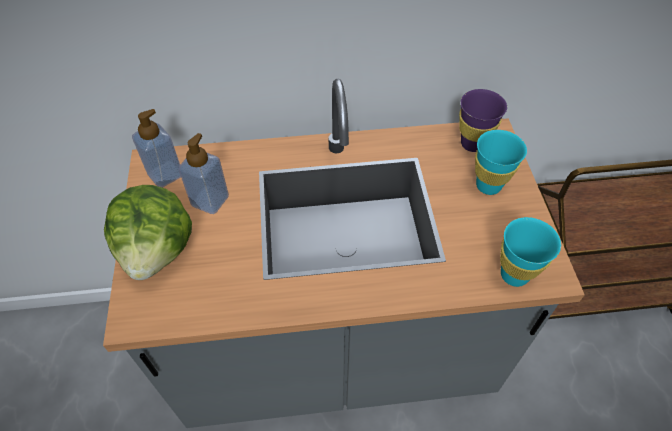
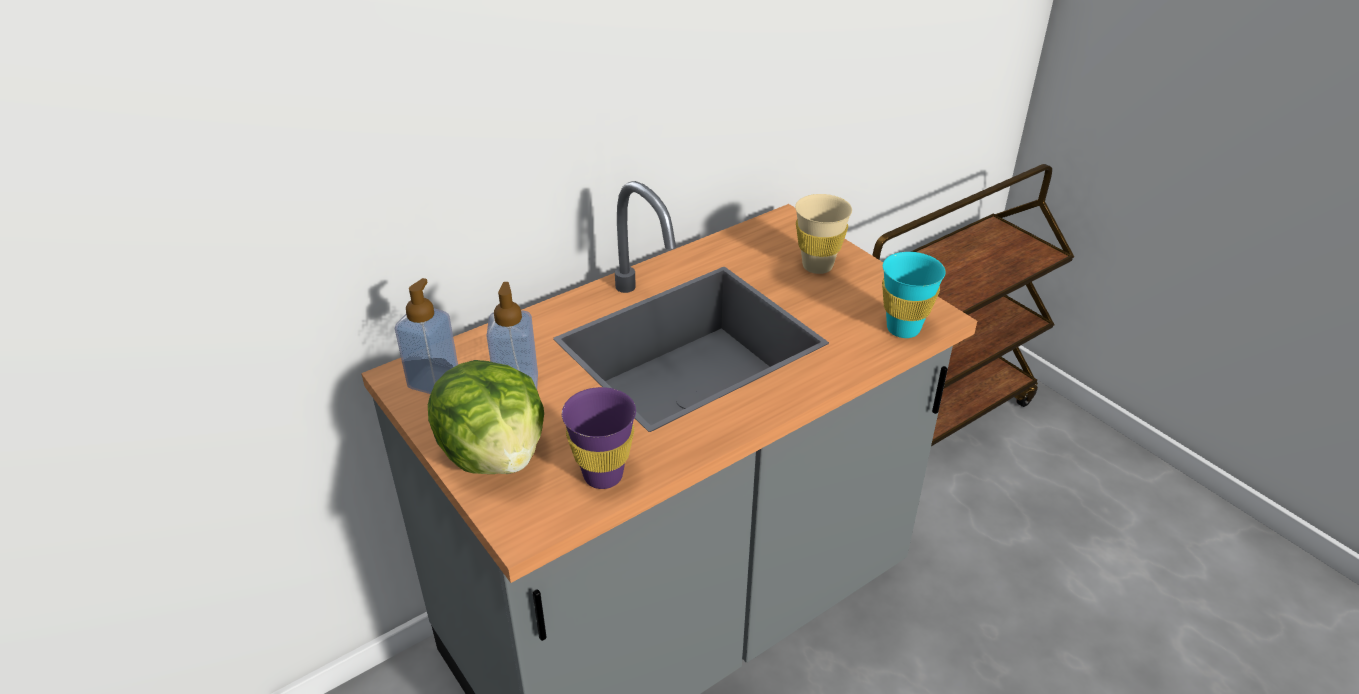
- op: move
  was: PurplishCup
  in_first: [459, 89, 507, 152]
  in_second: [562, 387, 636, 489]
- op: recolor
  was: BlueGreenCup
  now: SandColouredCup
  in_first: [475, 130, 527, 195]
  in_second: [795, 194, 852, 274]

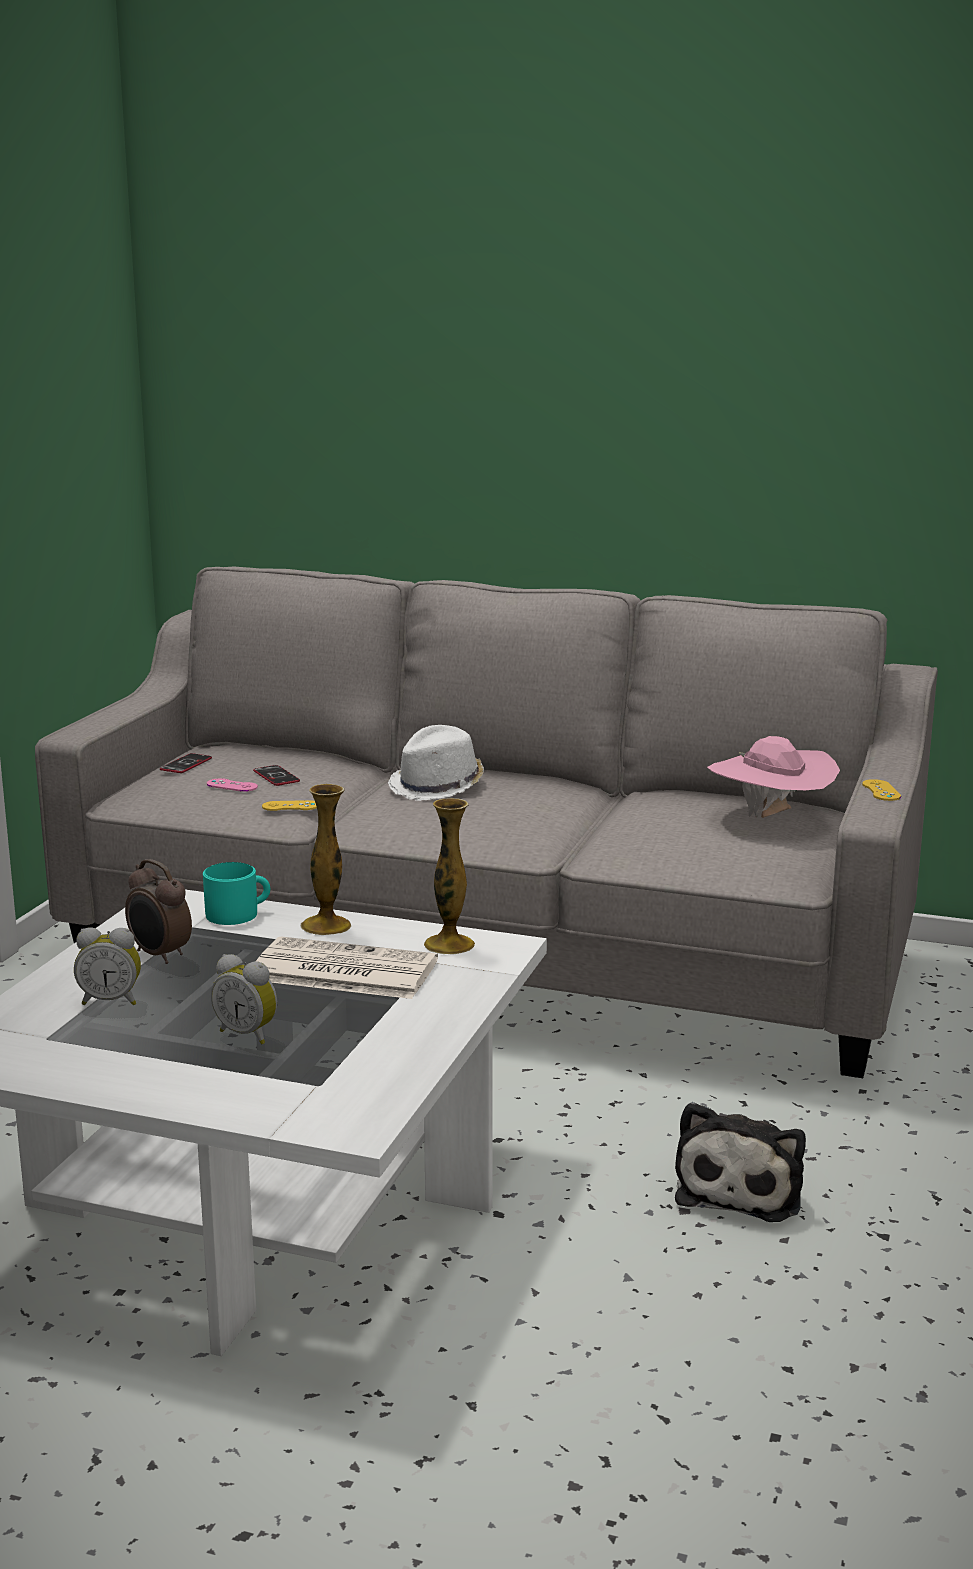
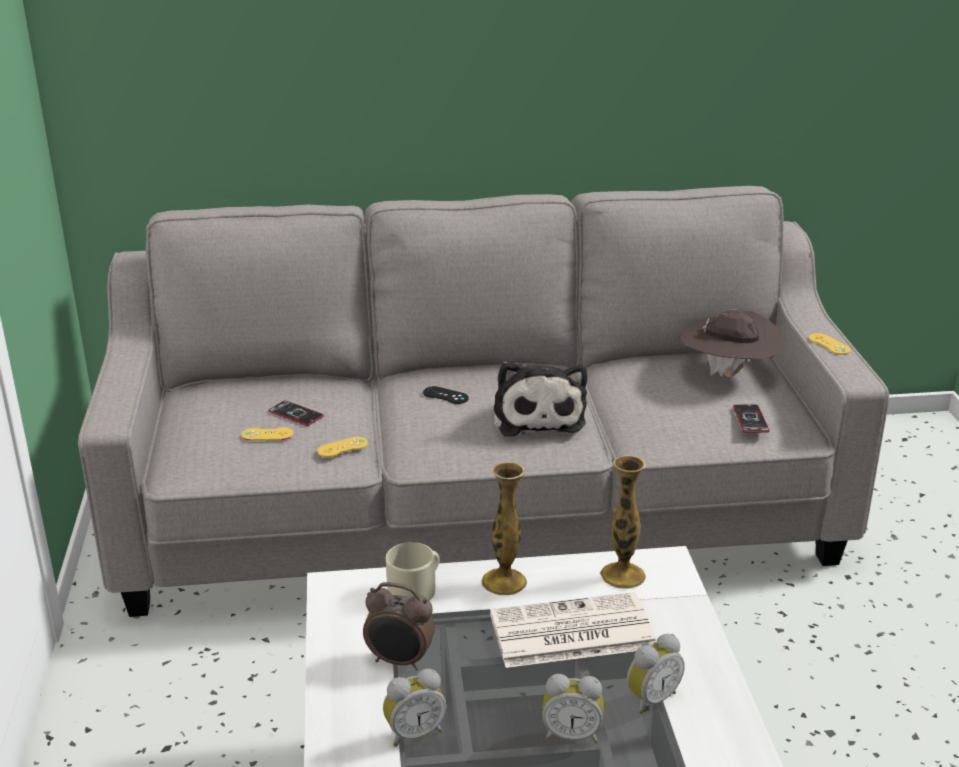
- op: insert
  now: TableClock
  in_second: [627, 634, 685, 714]
- op: move
  was: Handset
  in_first: [160, 753, 212, 773]
  in_second: [733, 404, 770, 433]
- op: move
  was: CuddlyToy
  in_first: [675, 1102, 806, 1222]
  in_second: [494, 362, 587, 437]
- op: replace
  was: WhitishClothingHat
  now: BlackColouredGamepad
  in_first: [388, 725, 484, 801]
  in_second: [423, 386, 469, 404]
- op: recolor
  was: BlueGreenCoffeeMug
  now: SandColouredCoffeeMug
  in_first: [203, 862, 270, 925]
  in_second: [386, 542, 440, 601]
- op: recolor
  was: PinkColouredGamepad
  now: YellowColouredGamepad
  in_first: [207, 778, 258, 792]
  in_second: [242, 427, 293, 441]
- op: recolor
  was: PinkColouredClothingHat
  now: BrownishClothingHat
  in_first: [707, 736, 840, 818]
  in_second: [681, 309, 783, 377]

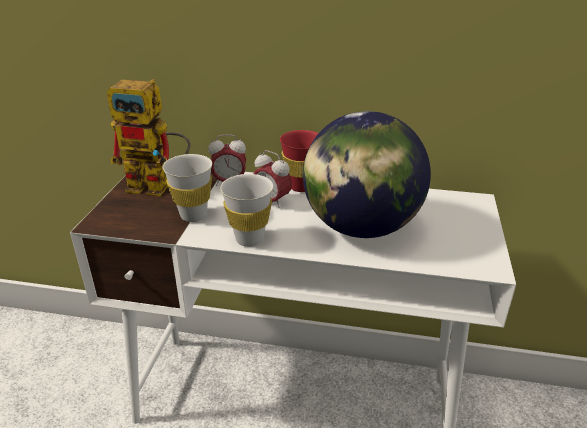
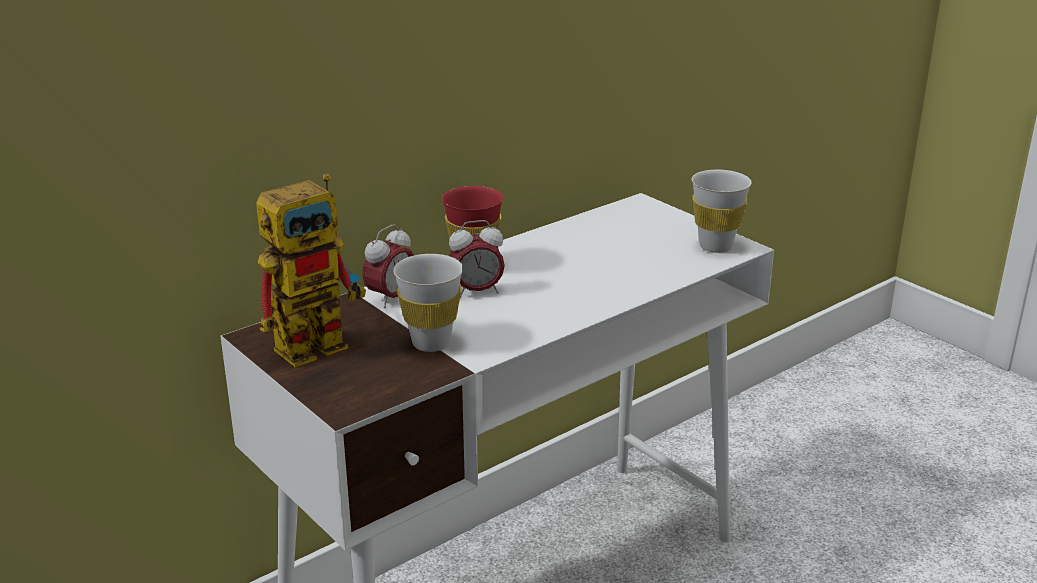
- op: delete
  was: Globe
  in_first: [303, 111, 431, 238]
- op: move
  was: WhitishCup
  in_first: [220, 174, 273, 247]
  in_second: [692, 170, 752, 253]

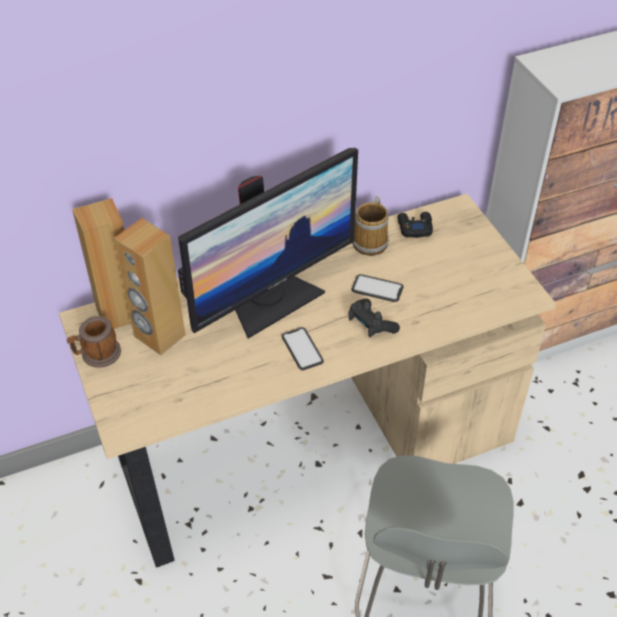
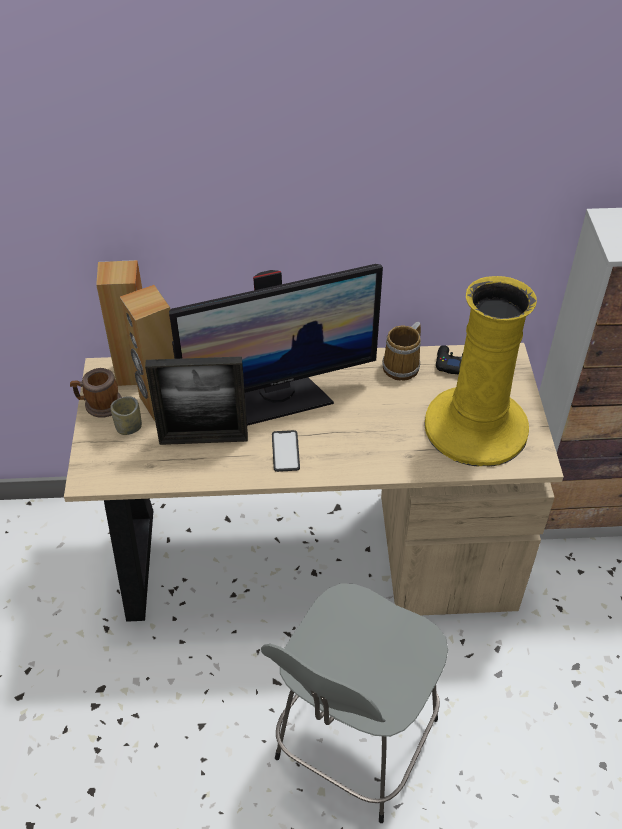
- op: delete
  was: BlackColouredGamepad
  in_first: [348, 298, 400, 338]
- op: delete
  was: Handset
  in_first: [351, 274, 403, 302]
- op: insert
  now: Cup
  in_second: [110, 396, 142, 435]
- op: insert
  now: StandingFrame
  in_second: [145, 356, 248, 445]
- op: insert
  now: YellowColouredVase
  in_second: [424, 276, 537, 466]

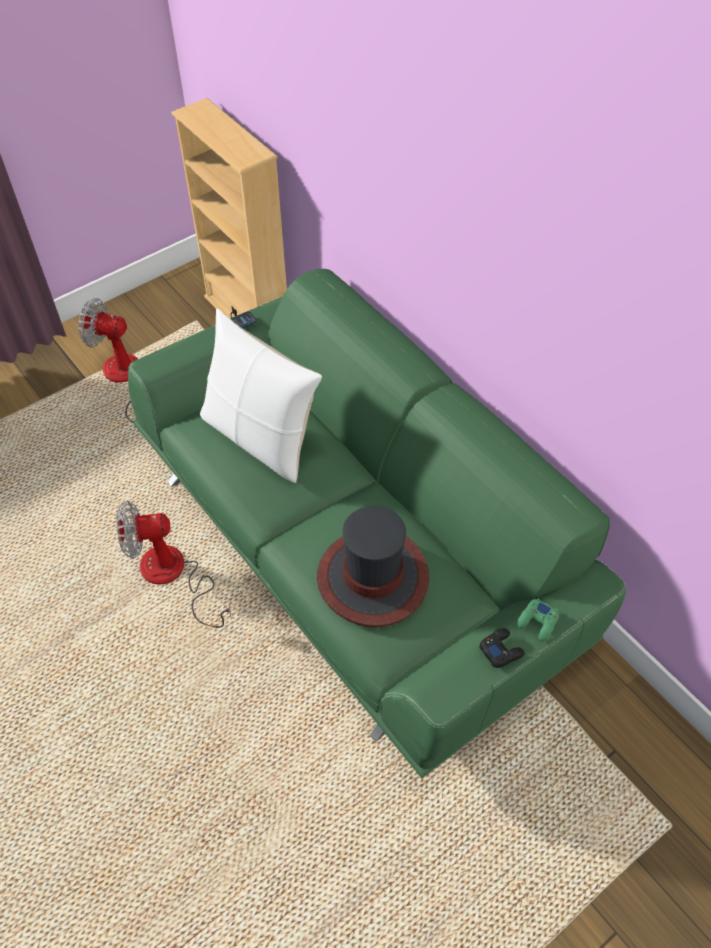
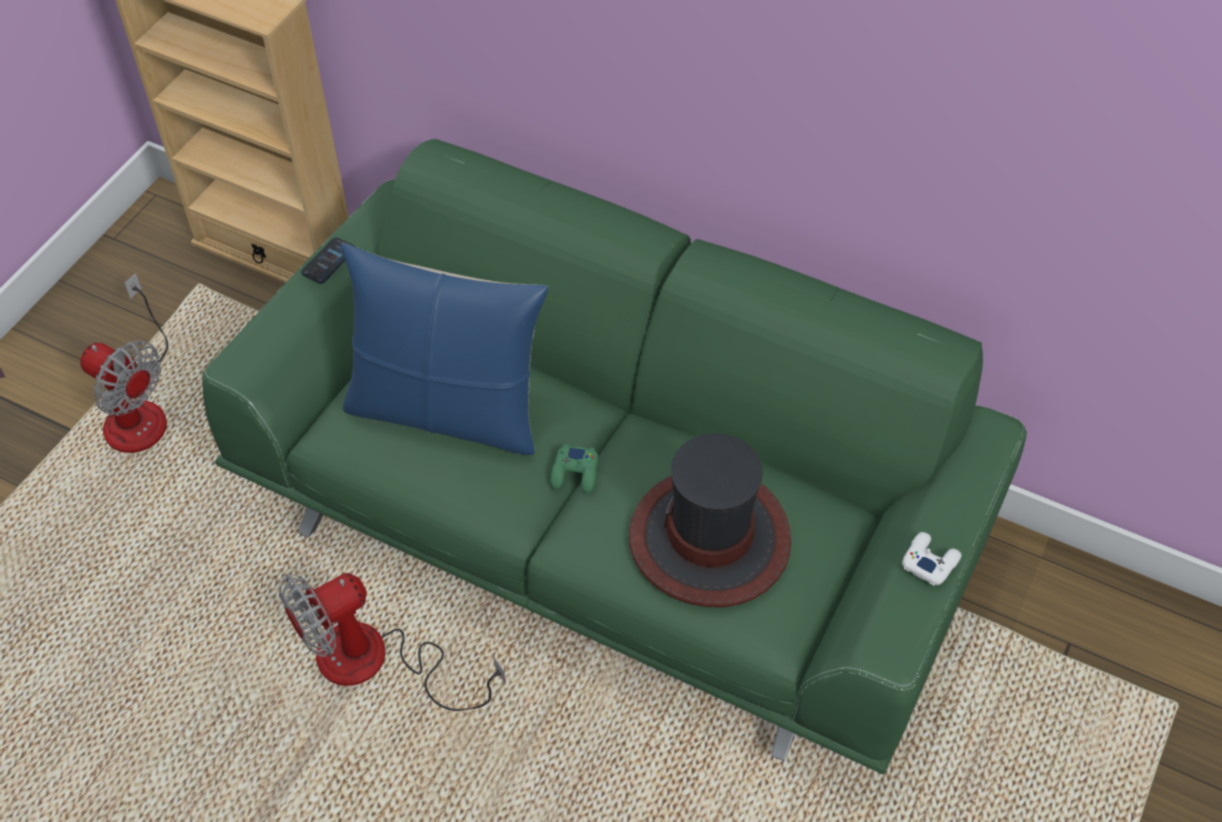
- op: move
  was: GreenGamepad
  in_first: [517, 598, 559, 641]
  in_second: [550, 445, 598, 493]
- op: recolor
  was: WhitishCushion
  now: BluishCushion
  in_first: [200, 308, 322, 483]
  in_second: [340, 243, 548, 455]
- op: recolor
  was: BlackColouredGamepad
  now: WhitishGamepad
  in_first: [479, 628, 525, 668]
  in_second: [902, 532, 962, 586]
- op: rotate
  was: Fan
  in_first: [78, 298, 138, 423]
  in_second: [80, 273, 168, 453]
  clockwise: -135

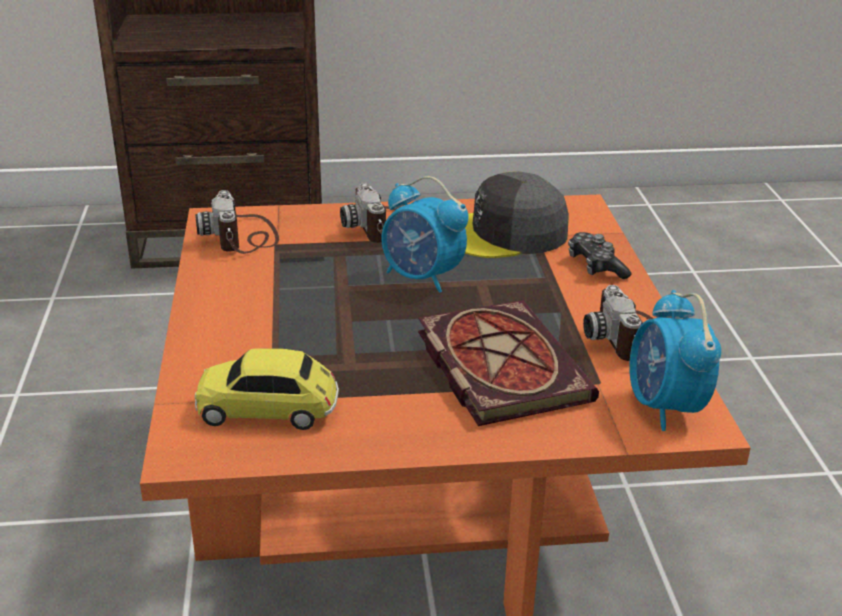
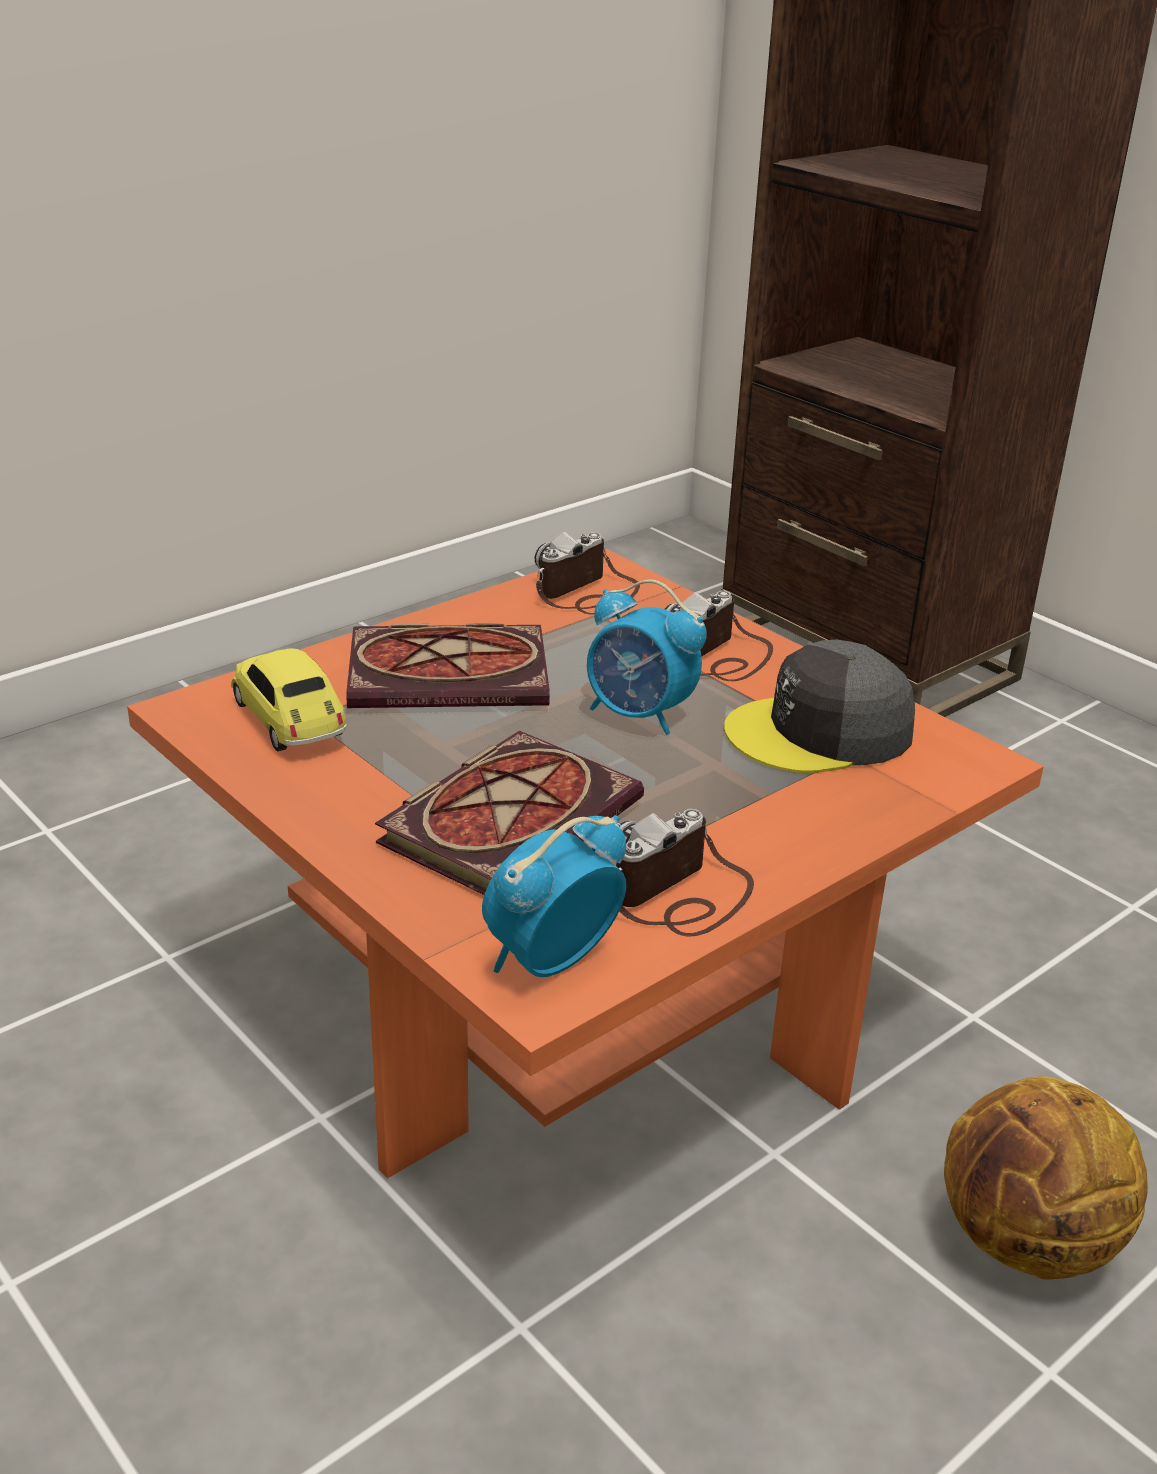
- op: delete
  was: Gamepad
  in_first: [568, 232, 631, 279]
- op: insert
  now: Volume
  in_second: [346, 623, 550, 708]
- op: insert
  now: BallForBasketball
  in_second: [944, 1076, 1148, 1280]
- op: rotate
  was: TableClock
  in_first: [382, 176, 469, 293]
  in_second: [587, 579, 707, 735]
  clockwise: -60
- op: rotate
  was: GreyCap
  in_first: [465, 171, 569, 258]
  in_second: [724, 640, 915, 773]
  clockwise: -60

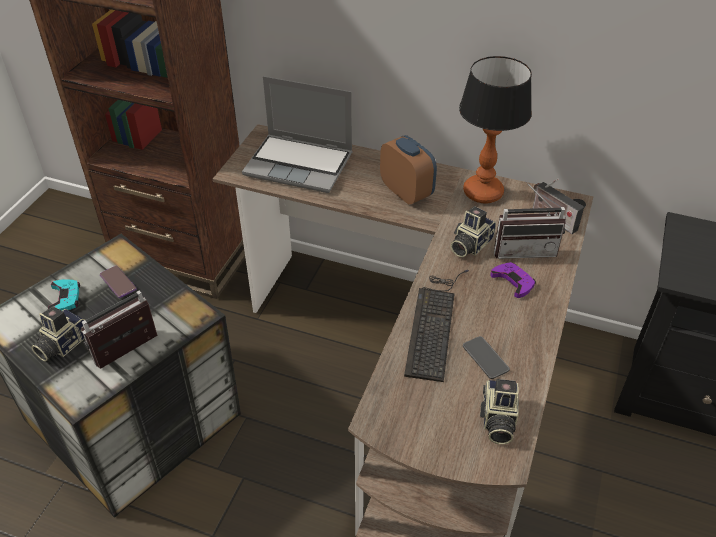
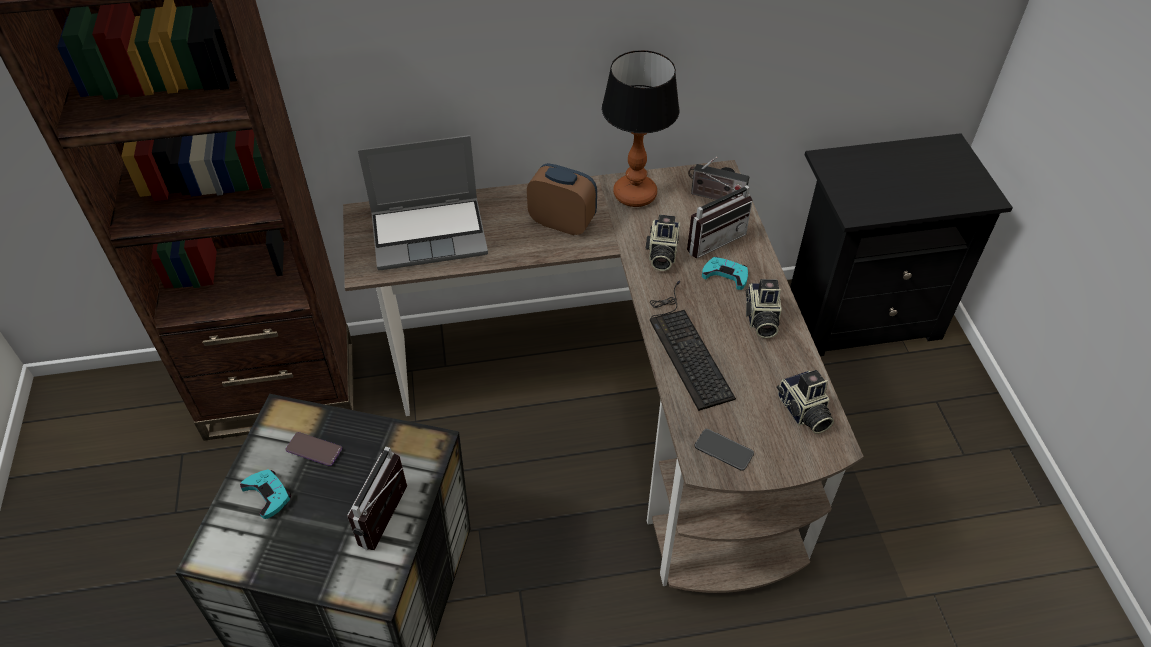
- op: move
  was: StillCamera
  in_first: [31, 306, 85, 361]
  in_second: [746, 279, 782, 338]
- op: move
  was: Handset
  in_first: [463, 336, 510, 379]
  in_second: [695, 429, 754, 471]
- op: recolor
  was: PurplishGamepad
  now: BlueGreenGamepad
  in_first: [490, 262, 536, 298]
  in_second: [702, 257, 748, 290]

